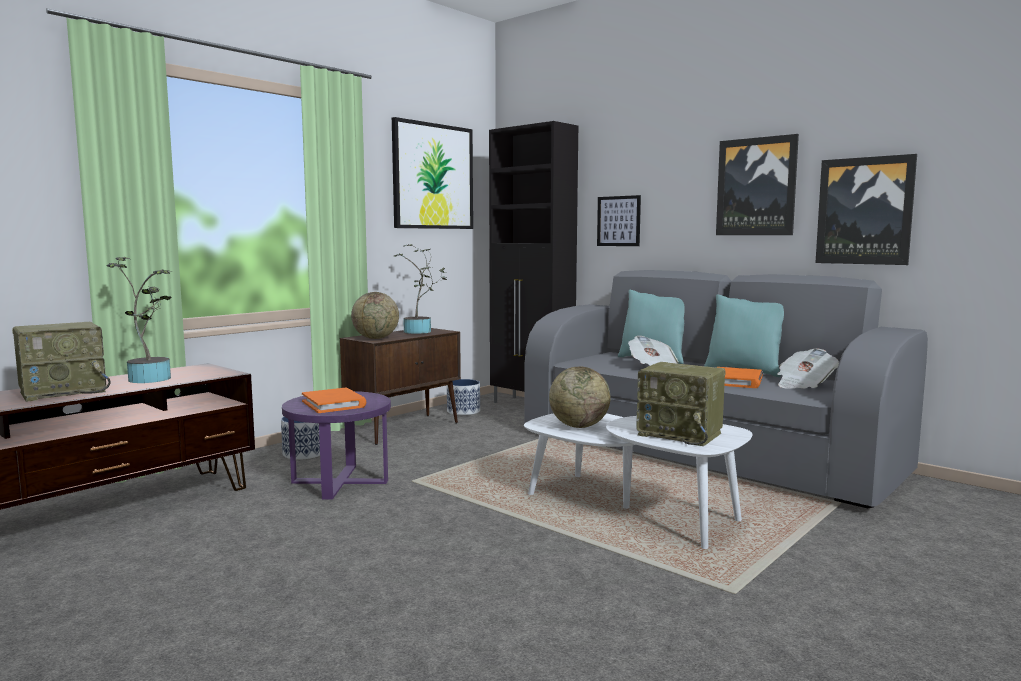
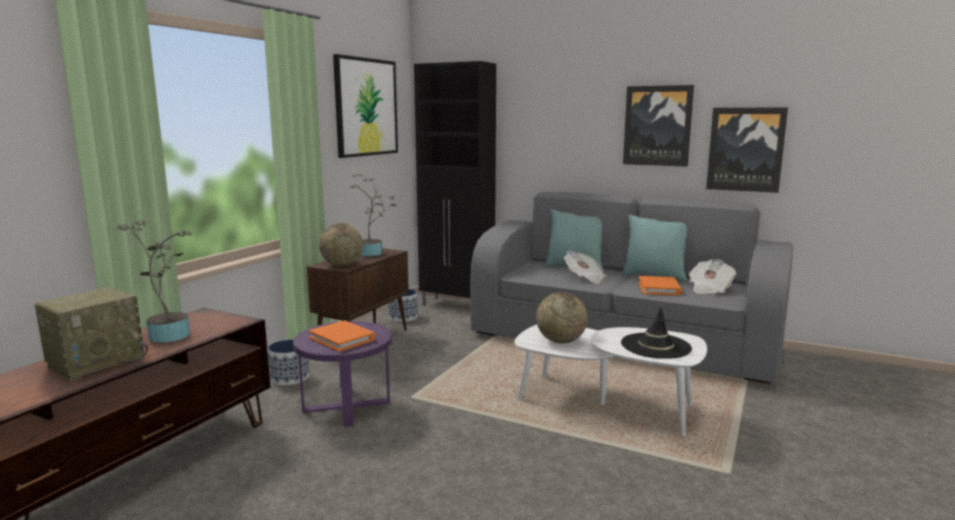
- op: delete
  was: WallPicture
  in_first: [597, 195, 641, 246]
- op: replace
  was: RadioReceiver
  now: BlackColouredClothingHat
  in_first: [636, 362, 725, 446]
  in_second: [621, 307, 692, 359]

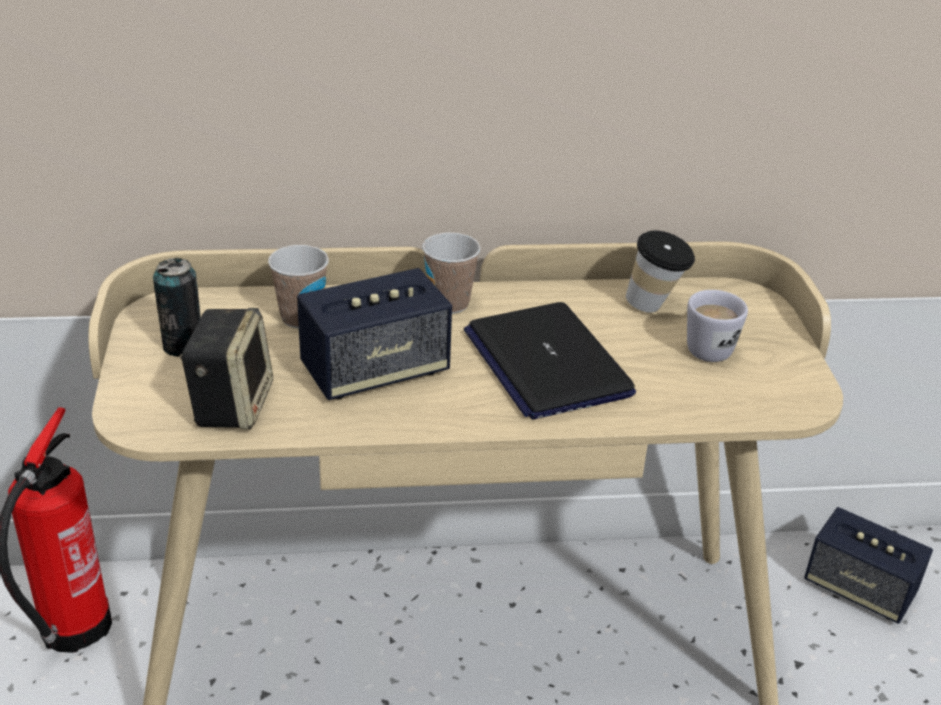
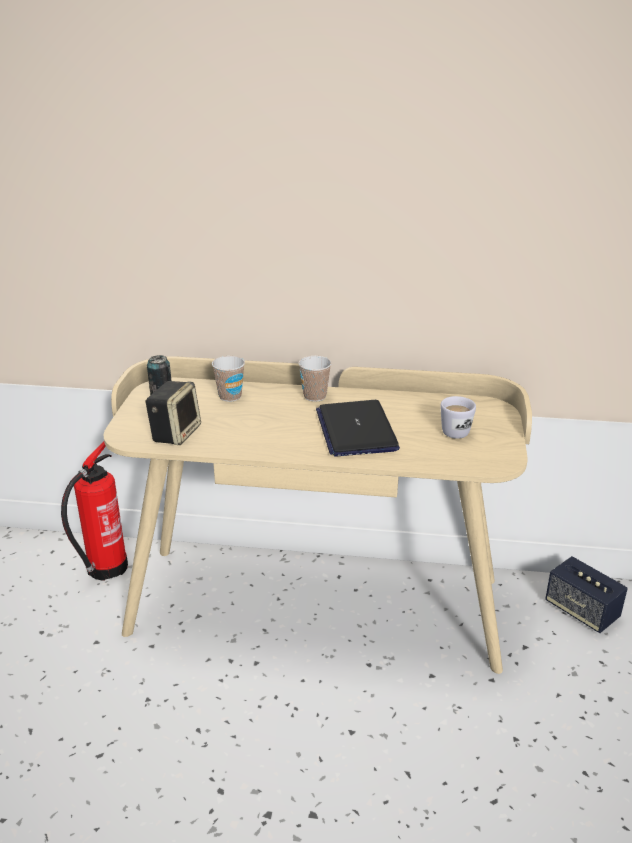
- op: delete
  was: Loudspeaker
  in_first: [297, 268, 452, 400]
- op: delete
  was: Cup
  in_first: [626, 230, 695, 312]

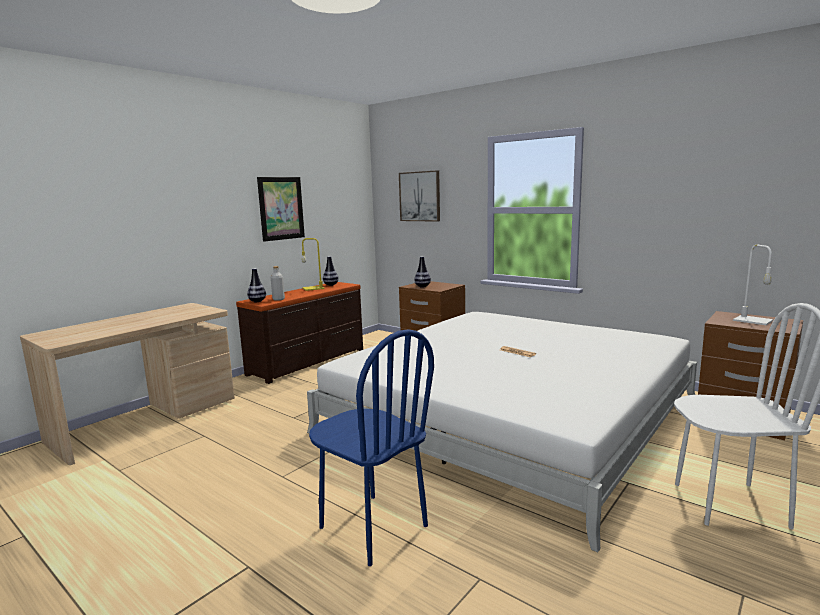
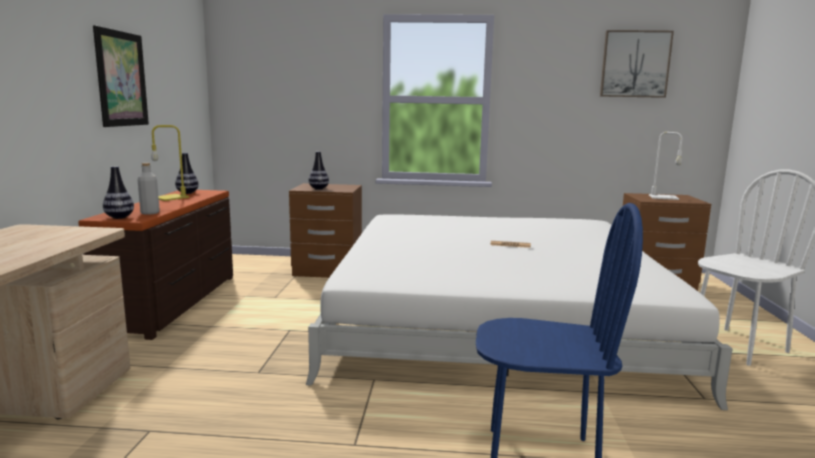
- op: move
  was: WallPicture
  in_first: [399, 170, 440, 222]
  in_second: [600, 30, 674, 98]

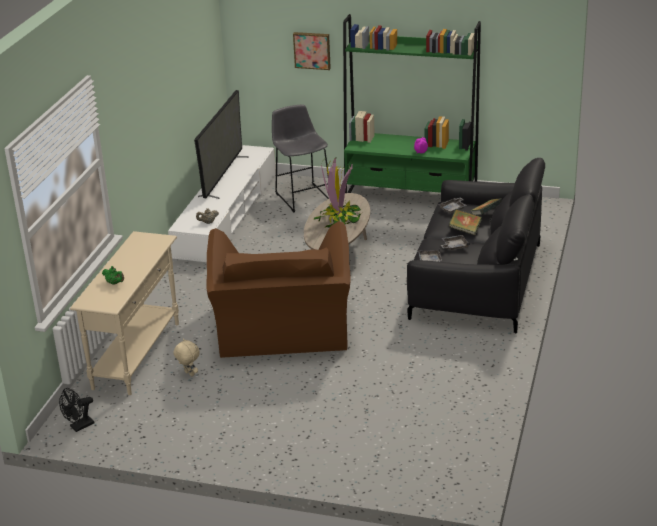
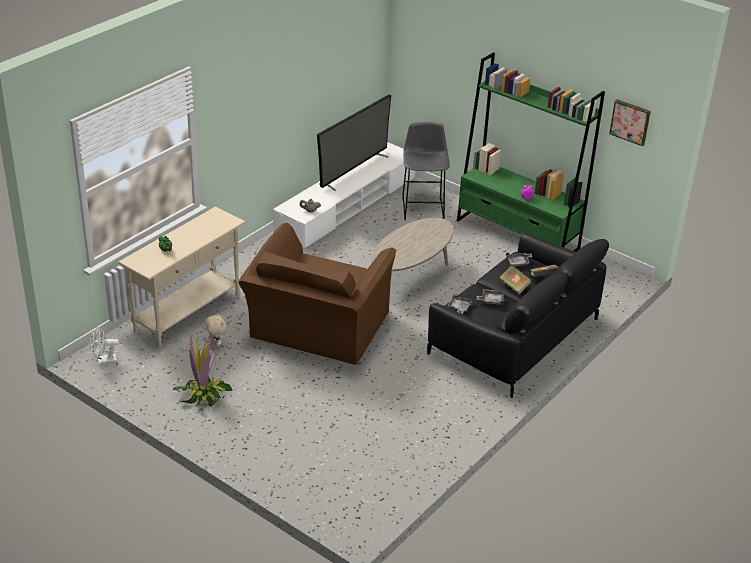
- op: move
  was: WallPicture
  in_first: [293, 32, 331, 70]
  in_second: [609, 99, 651, 146]
- op: move
  was: Houseplant
  in_first: [314, 156, 362, 228]
  in_second: [172, 334, 233, 406]
- op: recolor
  was: BlackColouredFan
  now: WhitishFan
  in_first: [59, 388, 94, 432]
  in_second: [90, 327, 119, 365]

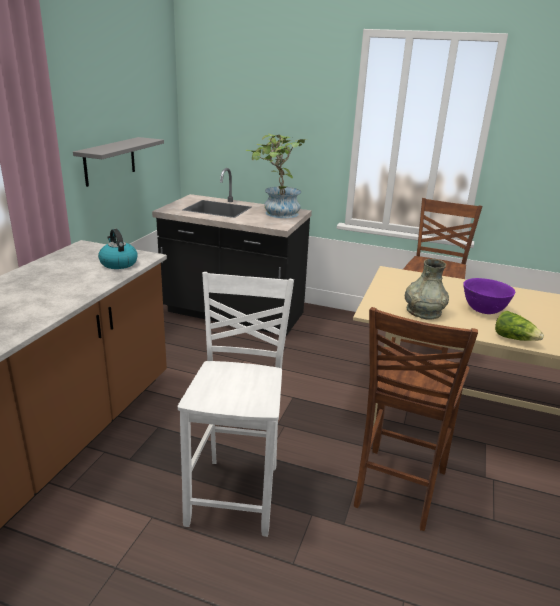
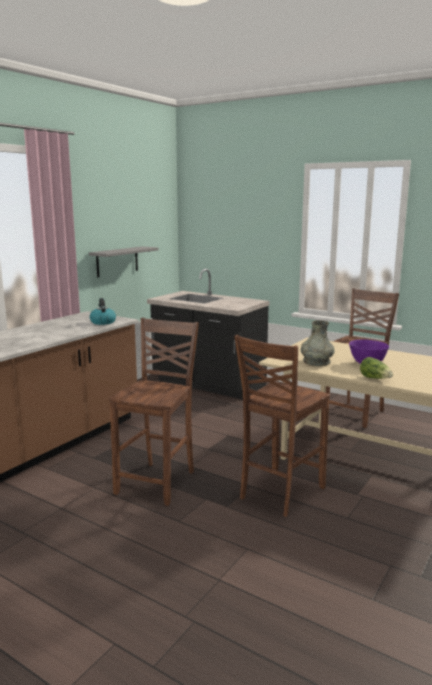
- op: delete
  was: Houseplant
  in_first: [246, 134, 306, 218]
- op: recolor
  was: WhitishPlainChair
  now: BrownishPlainChair
  in_first: [178, 272, 294, 537]
  in_second: [109, 318, 199, 506]

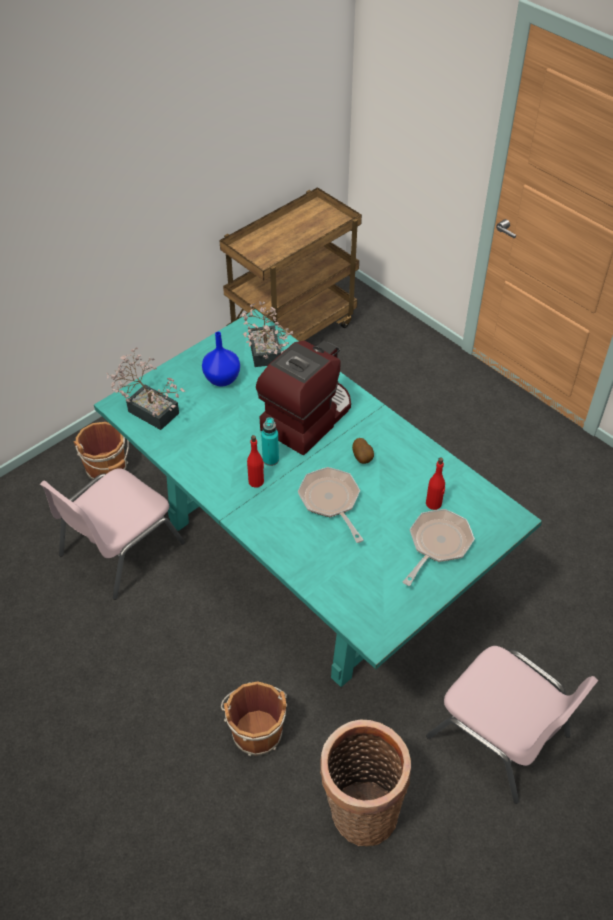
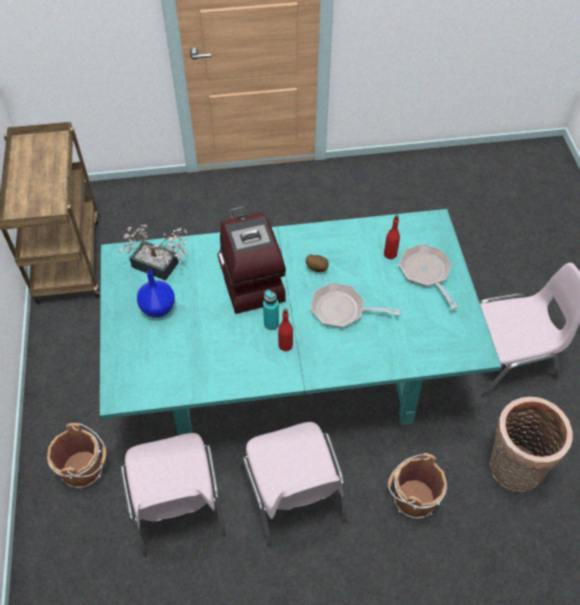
- op: delete
  was: Houseplant
  in_first: [106, 348, 186, 430]
- op: insert
  now: PinkColouredPlainChair
  in_second: [240, 422, 347, 547]

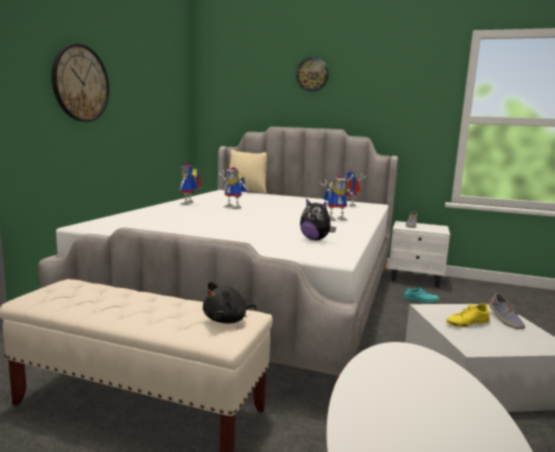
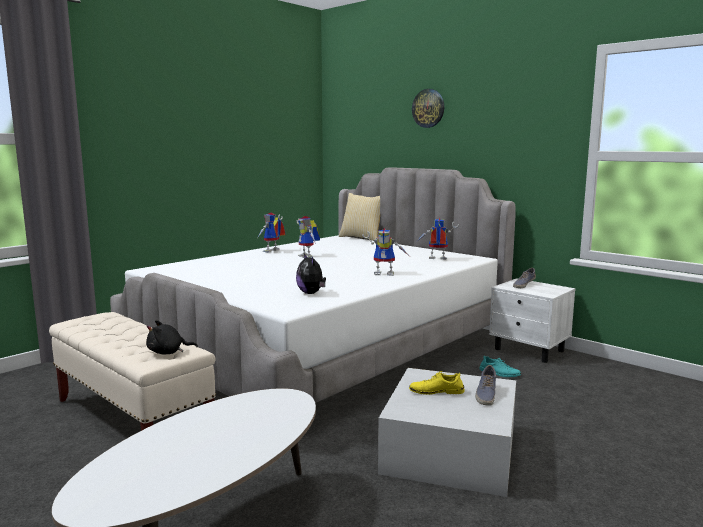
- op: delete
  was: WallClock
  in_first: [52, 44, 109, 122]

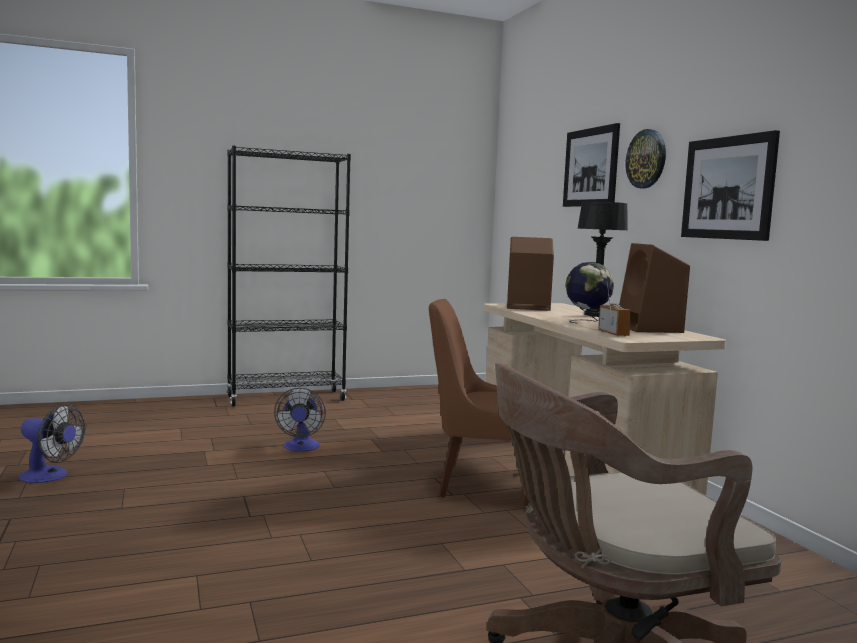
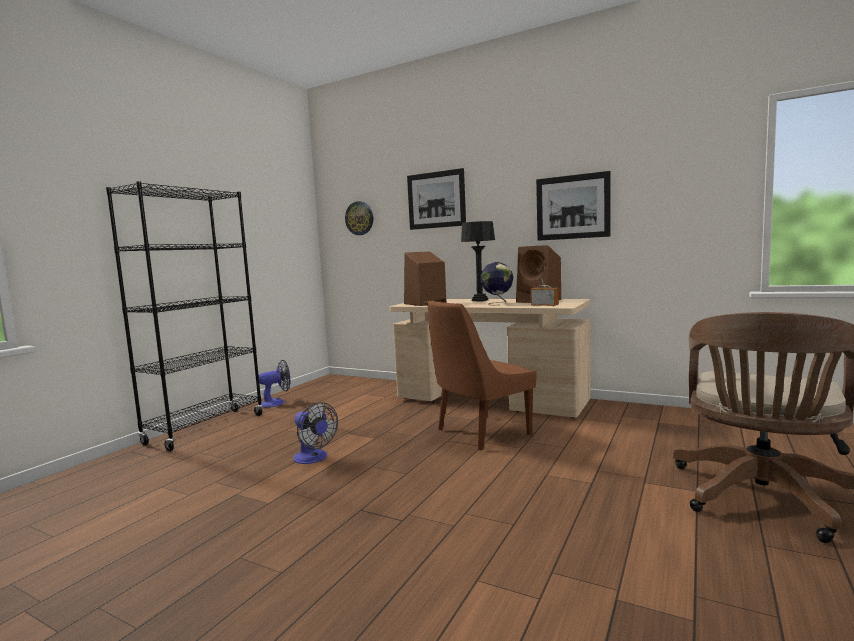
- op: move
  was: Fan
  in_first: [18, 404, 85, 483]
  in_second: [259, 360, 291, 407]
- op: move
  was: WallClock
  in_first: [625, 129, 666, 189]
  in_second: [345, 201, 373, 235]

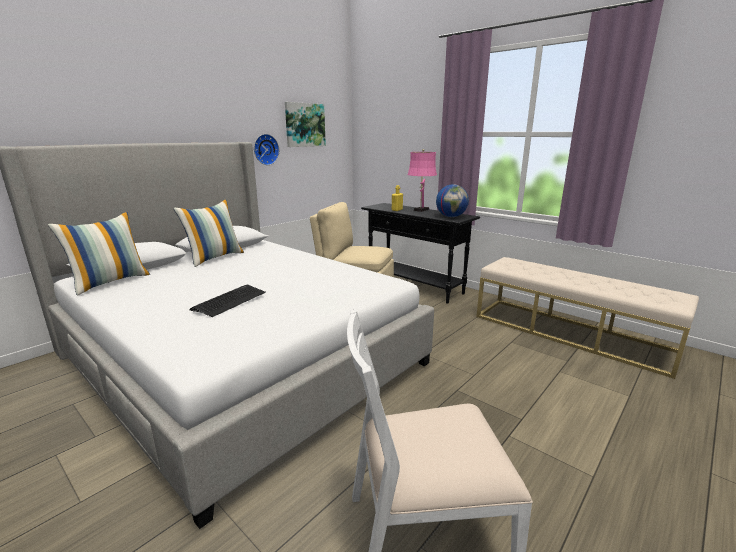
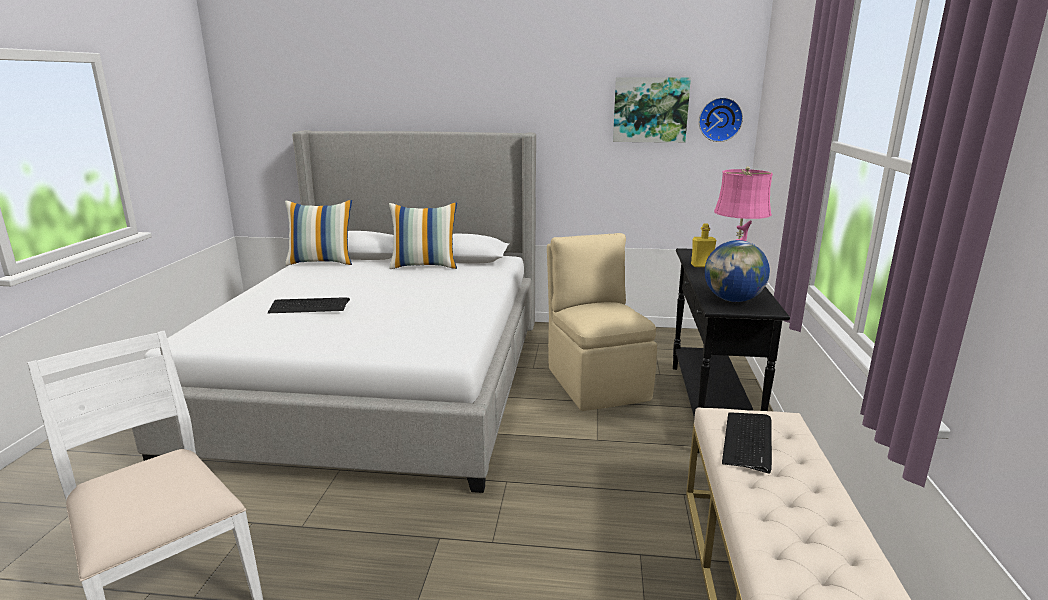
- op: insert
  now: ComputerKeyboard
  in_second: [722, 412, 772, 474]
- op: move
  was: WallClock
  in_first: [254, 134, 279, 165]
  in_second: [699, 97, 743, 142]

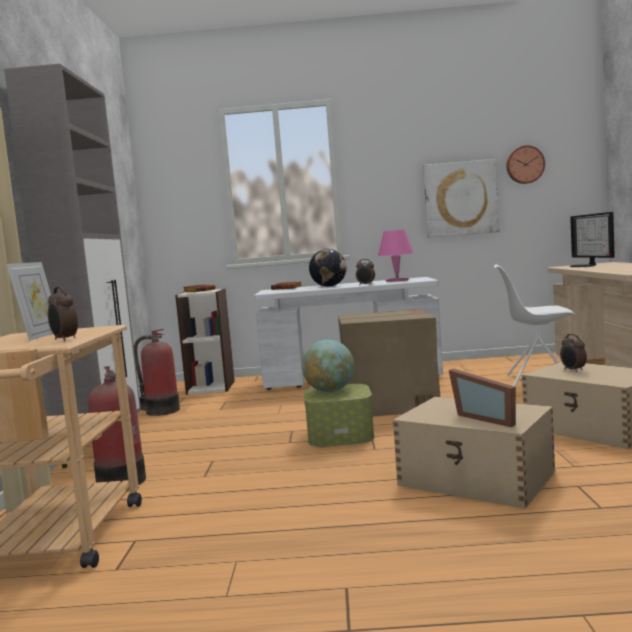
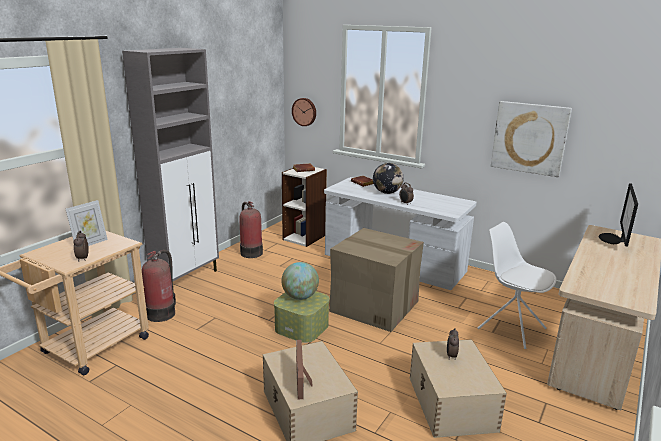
- op: delete
  was: PinkColouredTableLamp
  in_first: [378, 230, 414, 282]
- op: move
  was: WallClock
  in_first: [506, 145, 545, 184]
  in_second: [292, 98, 316, 126]

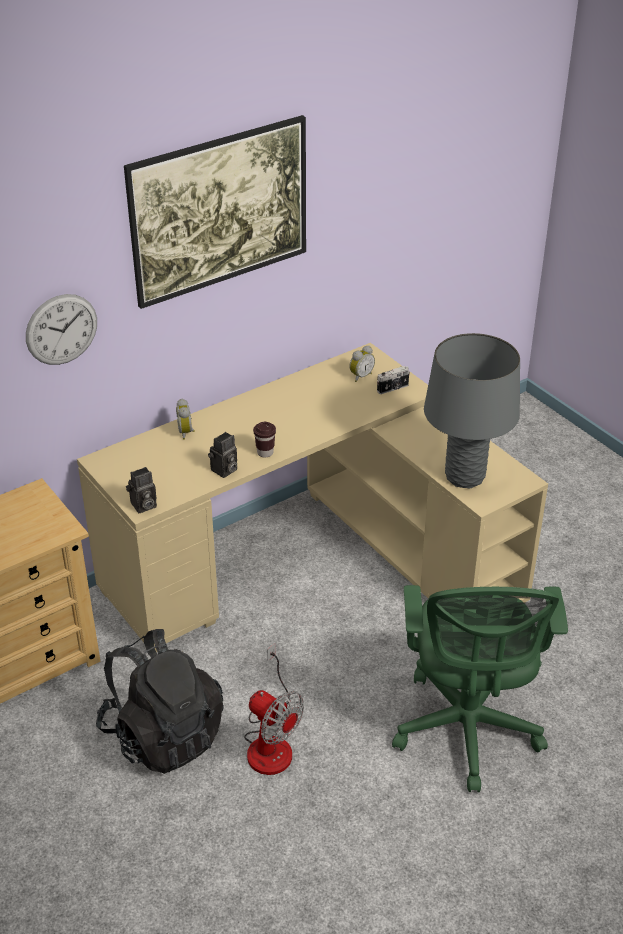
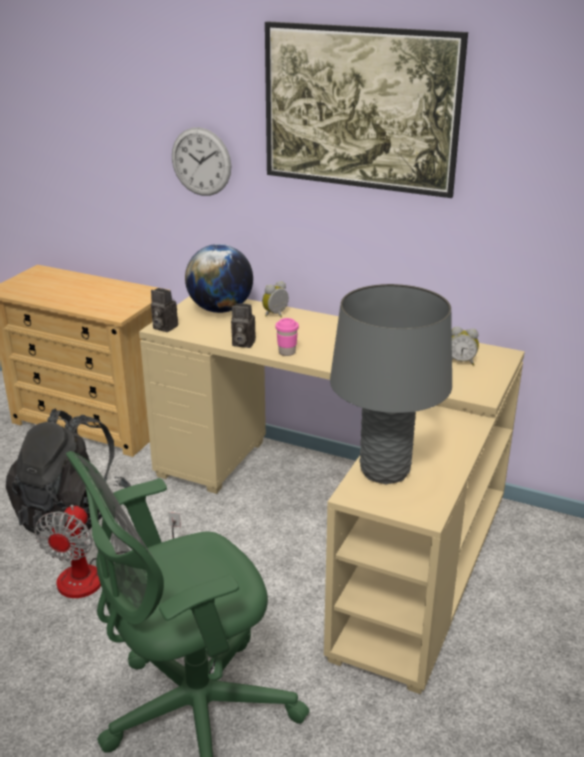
- op: delete
  was: StillCamera
  in_first: [377, 366, 410, 394]
- op: insert
  now: Globe
  in_second: [185, 244, 253, 313]
- op: recolor
  was: BrownishCup
  now: PinkColouredCup
  in_first: [253, 422, 276, 457]
  in_second: [275, 318, 299, 356]

